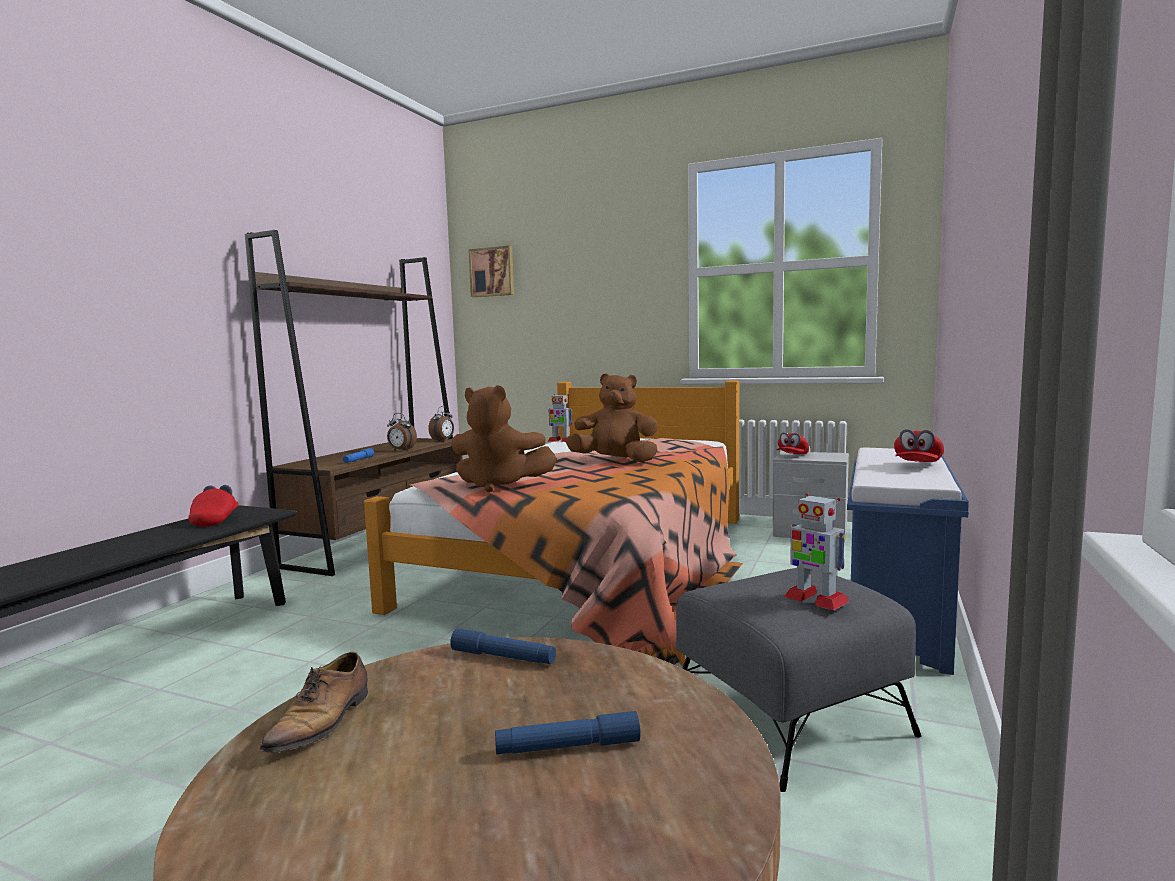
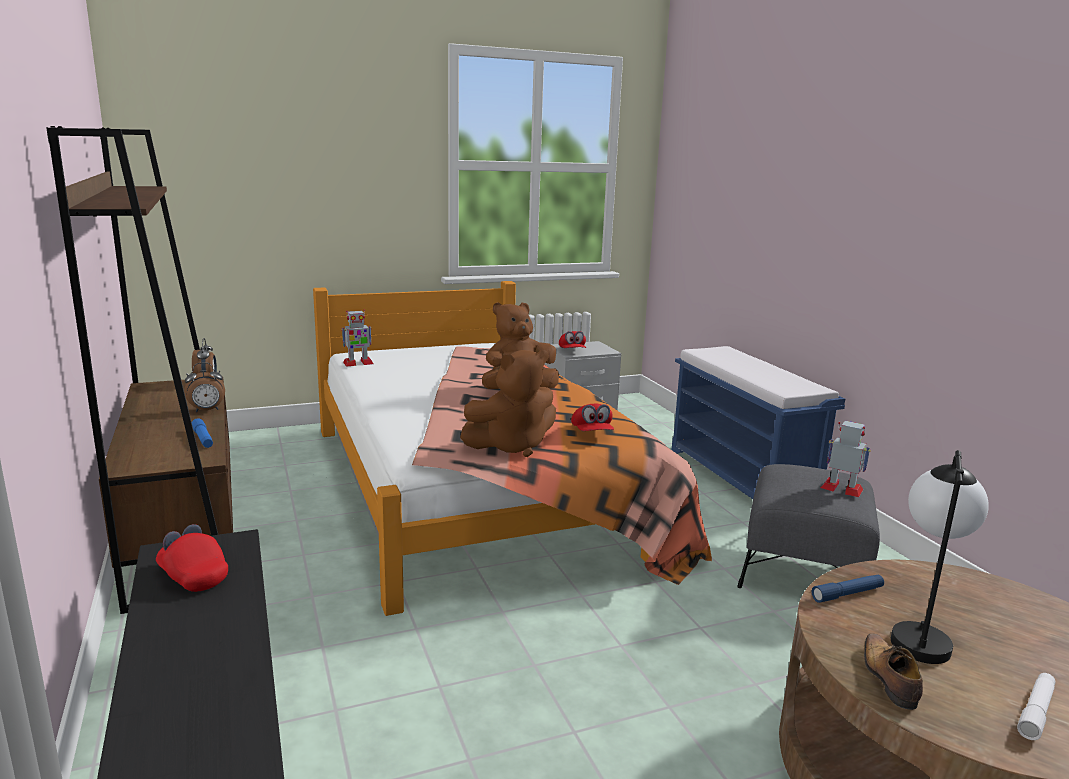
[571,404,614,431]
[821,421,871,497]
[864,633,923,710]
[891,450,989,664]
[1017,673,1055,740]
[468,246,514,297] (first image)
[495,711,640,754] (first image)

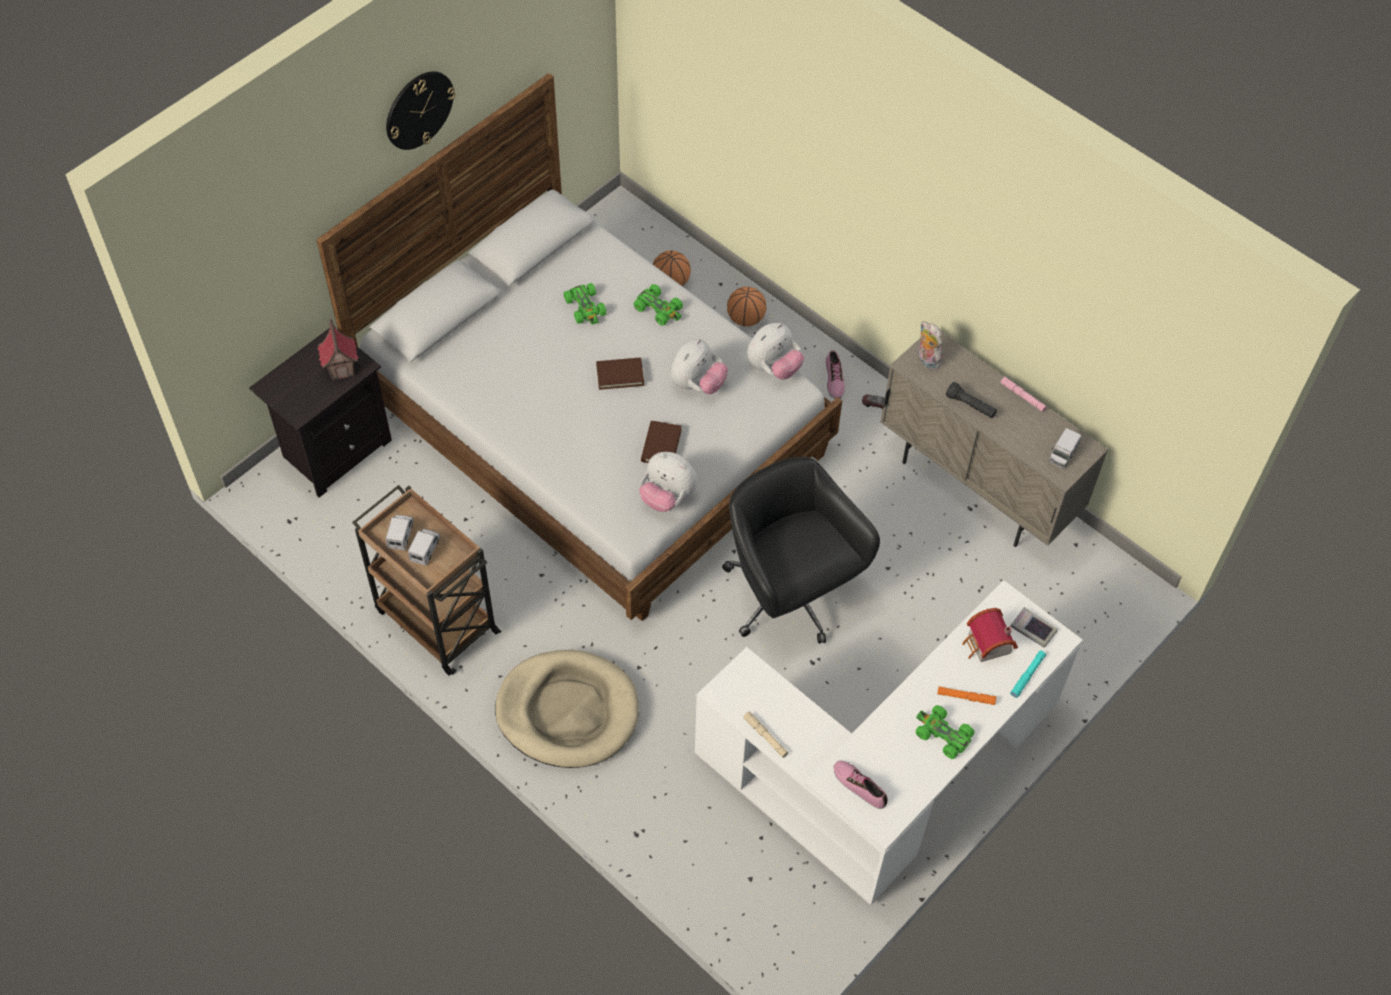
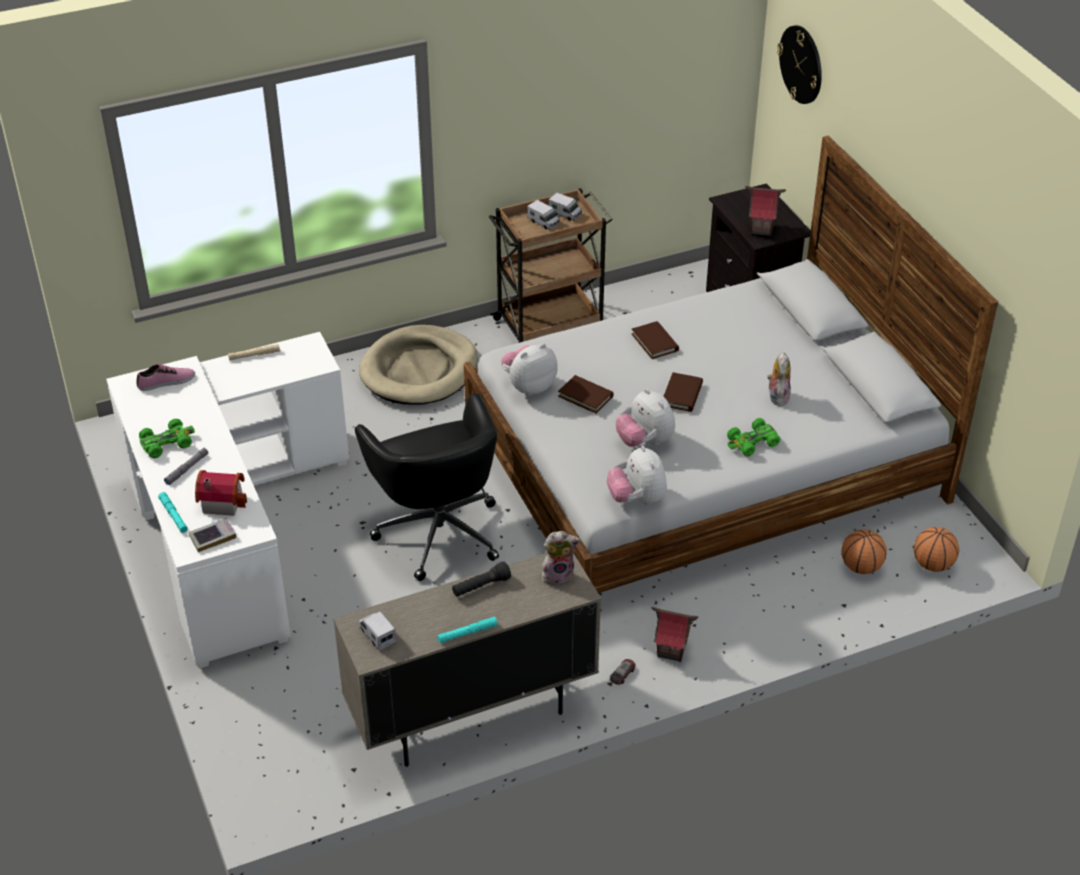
[164,448,208,485]
[355,393,499,581]
[437,617,498,643]
[632,321,679,359]
[651,607,698,662]
[767,352,791,406]
[777,25,822,104]
[913,527,959,572]

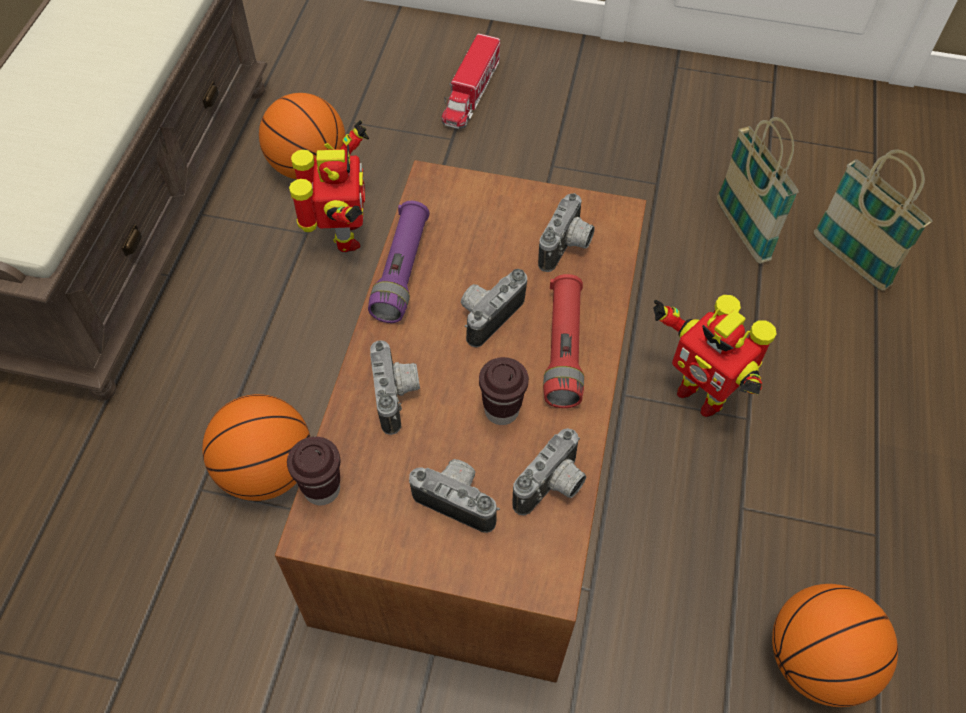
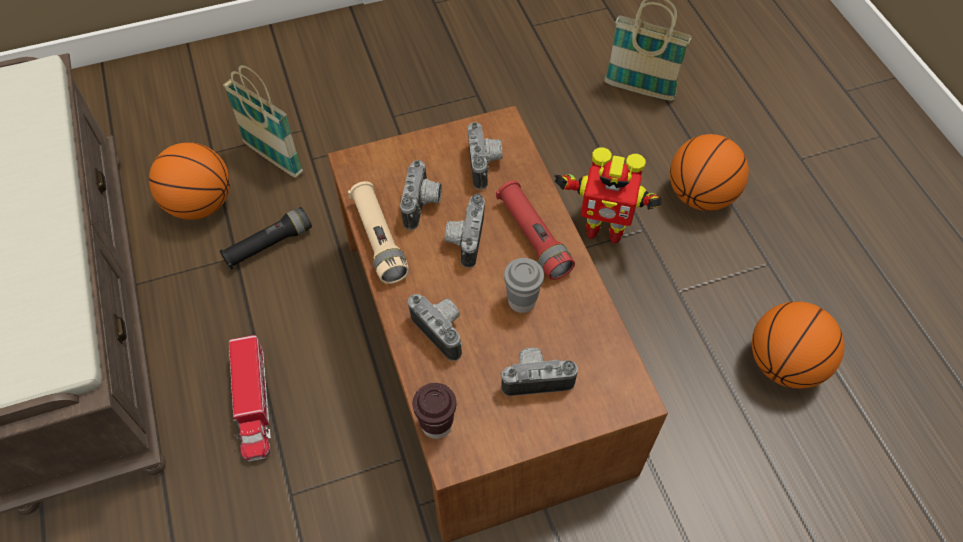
[220,207,312,270]
[223,65,303,178]
[229,335,271,461]
[348,181,409,284]
[400,160,442,230]
[504,258,544,313]
[670,134,749,211]

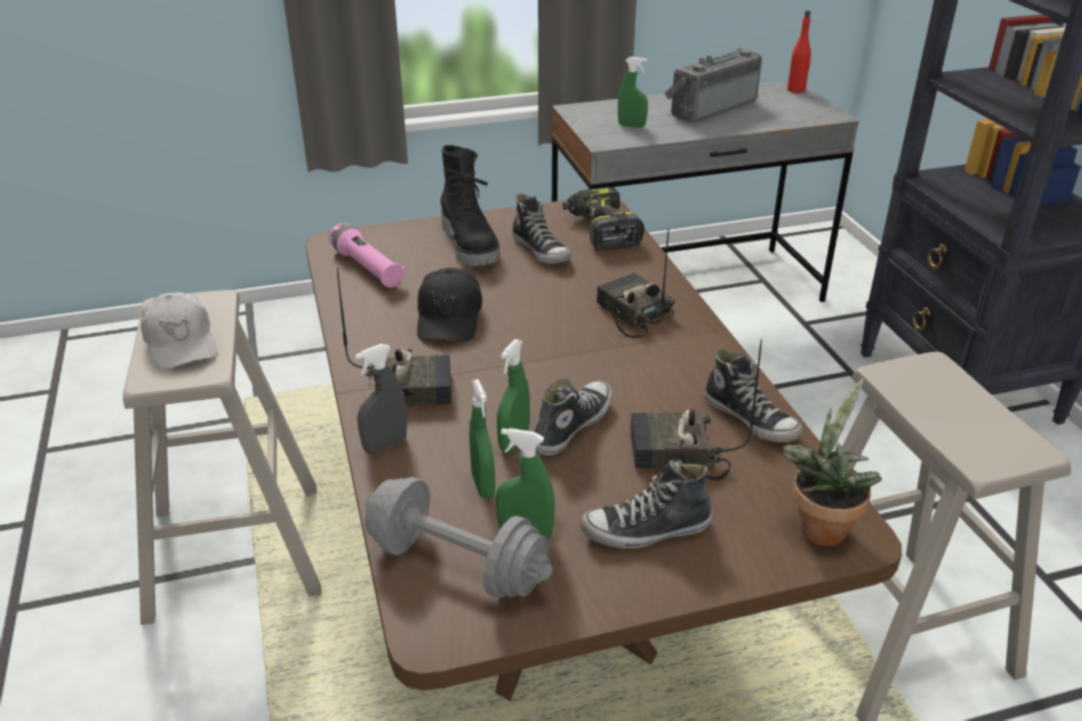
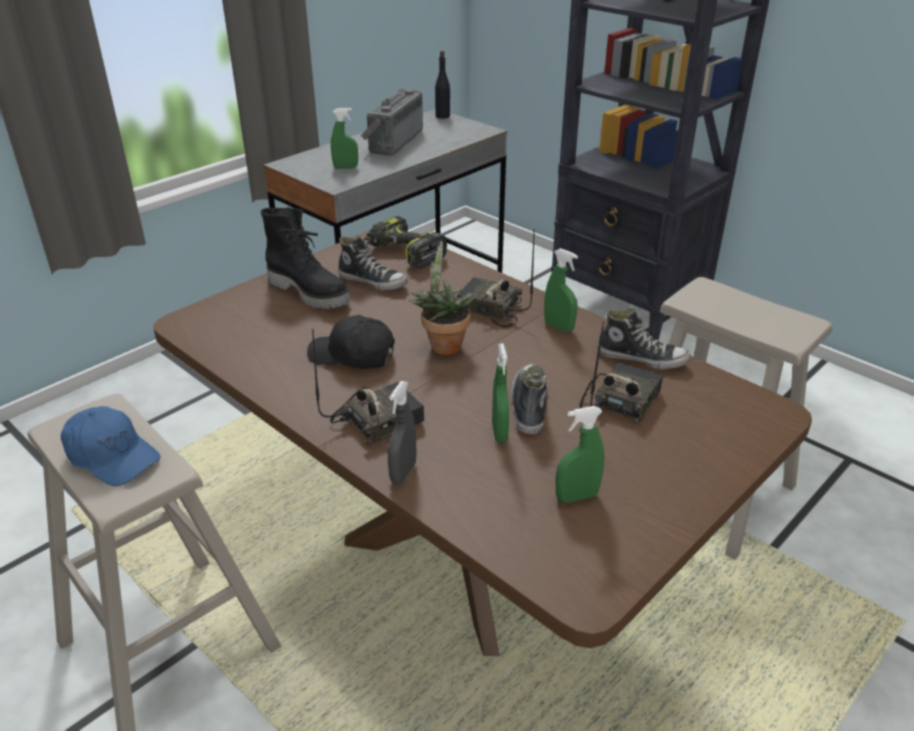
[61,406,161,486]
[307,315,395,369]
[409,241,474,355]
[435,51,451,119]
[544,248,578,332]
[579,321,663,424]
[329,223,405,287] (first image)
[365,477,553,598] (first image)
[580,460,712,549] (first image)

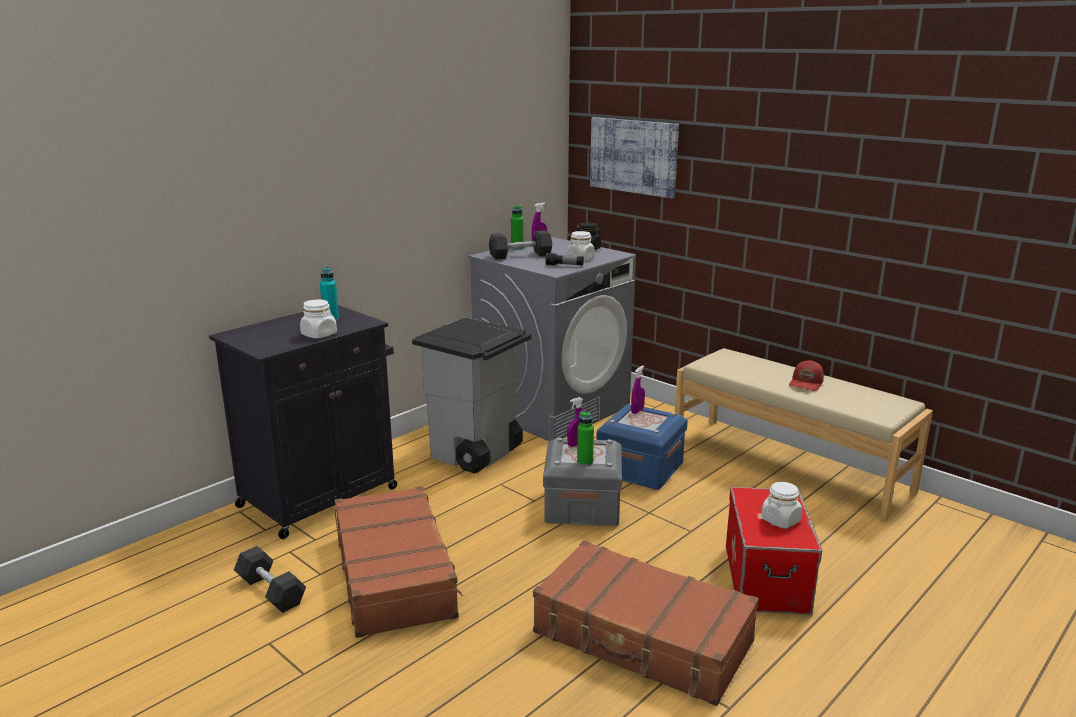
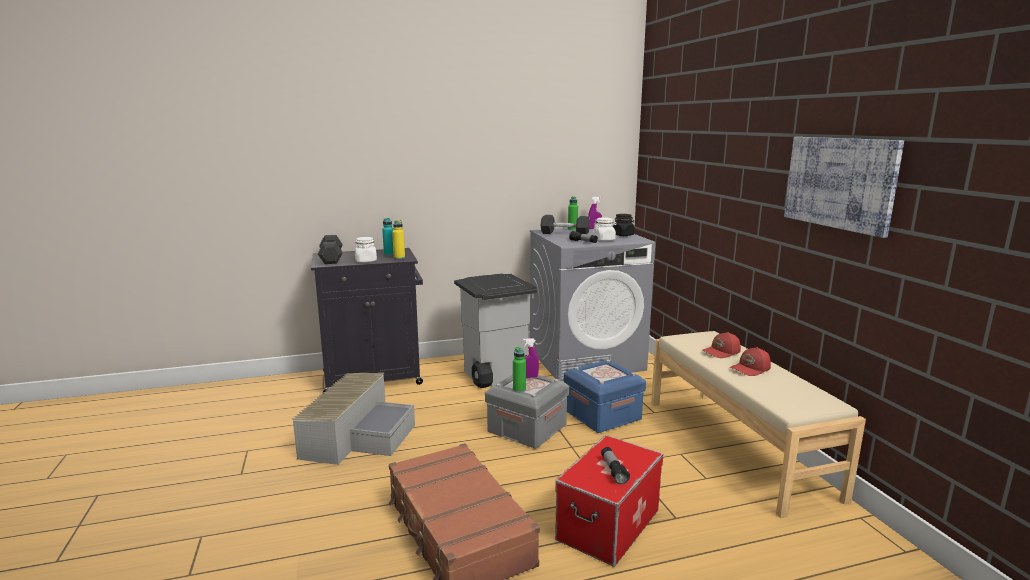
[292,373,415,465]
[318,235,343,264]
[392,220,405,259]
[601,447,630,484]
[703,332,741,358]
[784,137,904,238]
[631,366,645,414] (first image)

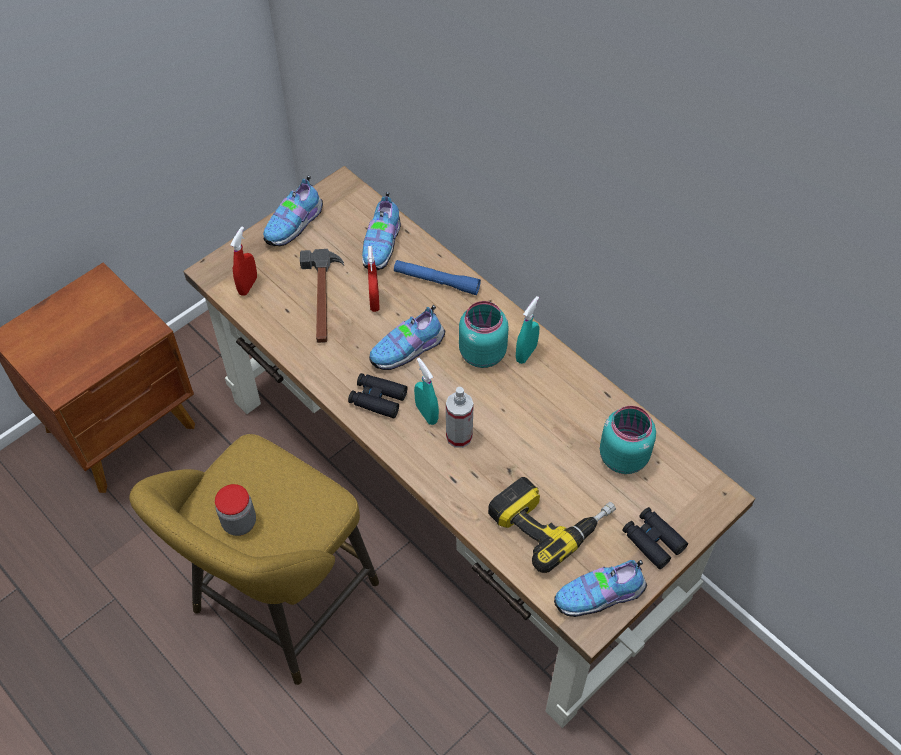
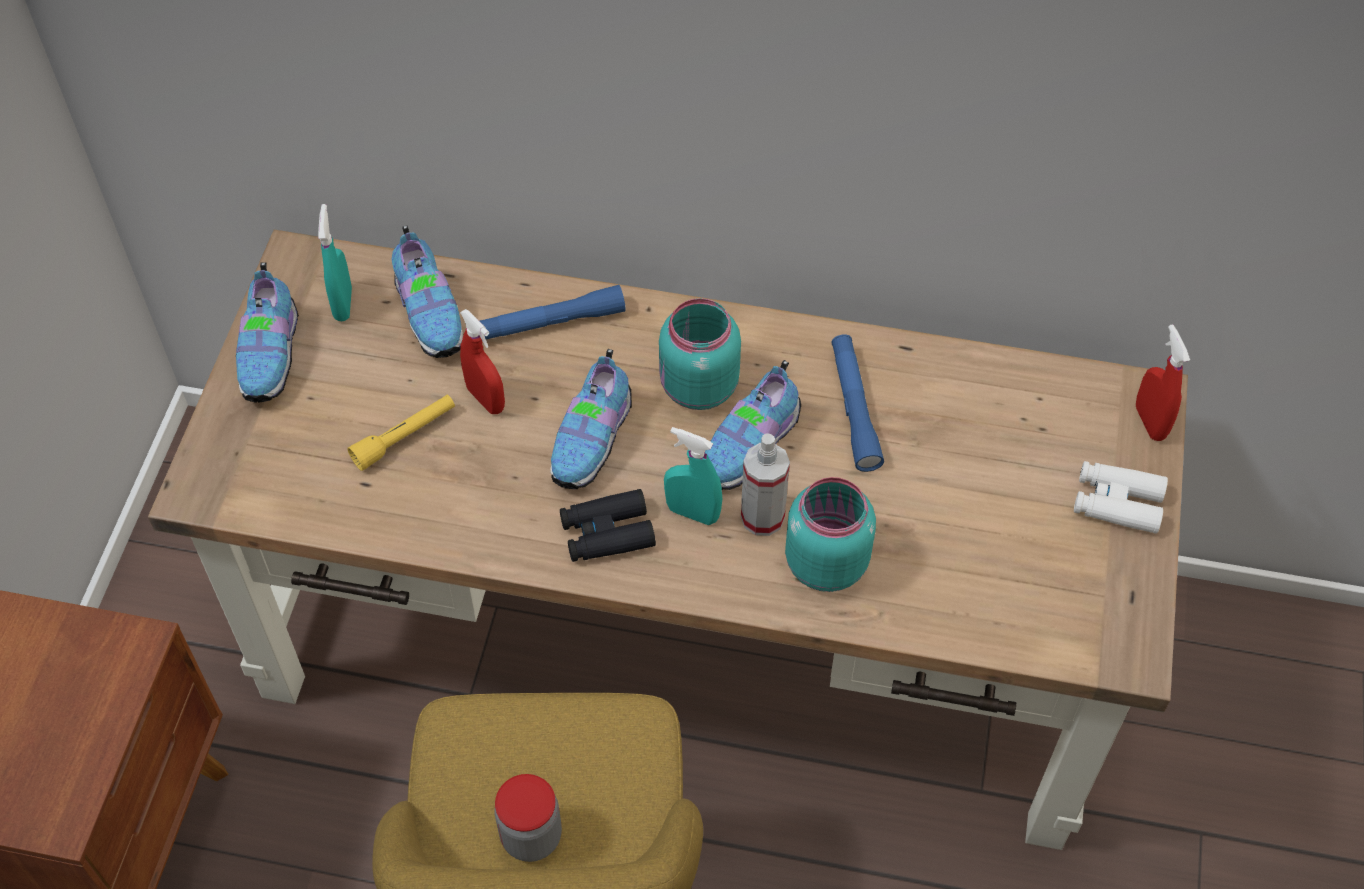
[318,204,352,321]
[347,395,455,471]
[705,360,801,490]
[785,477,876,592]
[832,335,884,472]
[1074,461,1168,534]
[1136,324,1190,441]
[488,477,616,573] (first image)

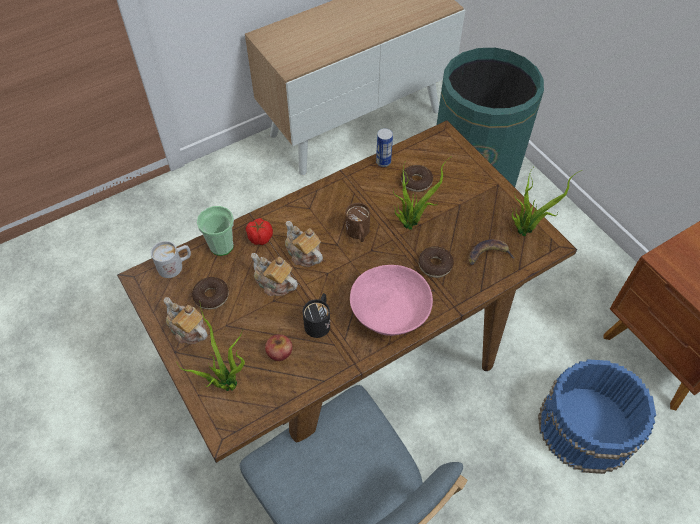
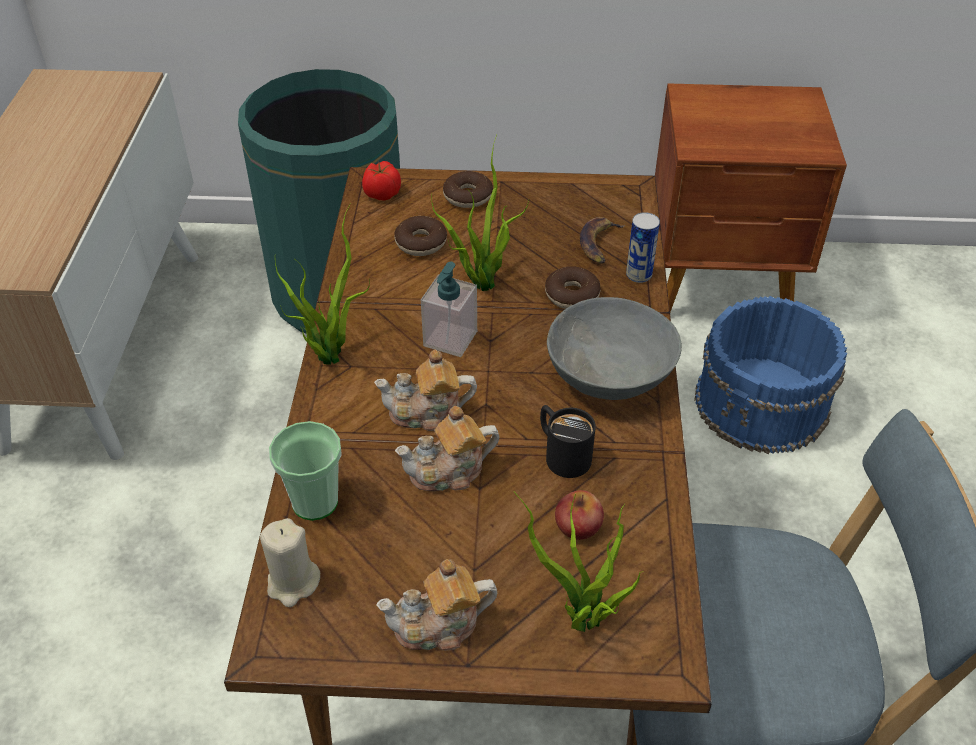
[260,518,320,607]
[275,203,370,365]
[362,161,401,200]
[421,262,477,357]
[443,171,493,208]
[547,297,682,400]
[626,212,660,283]

